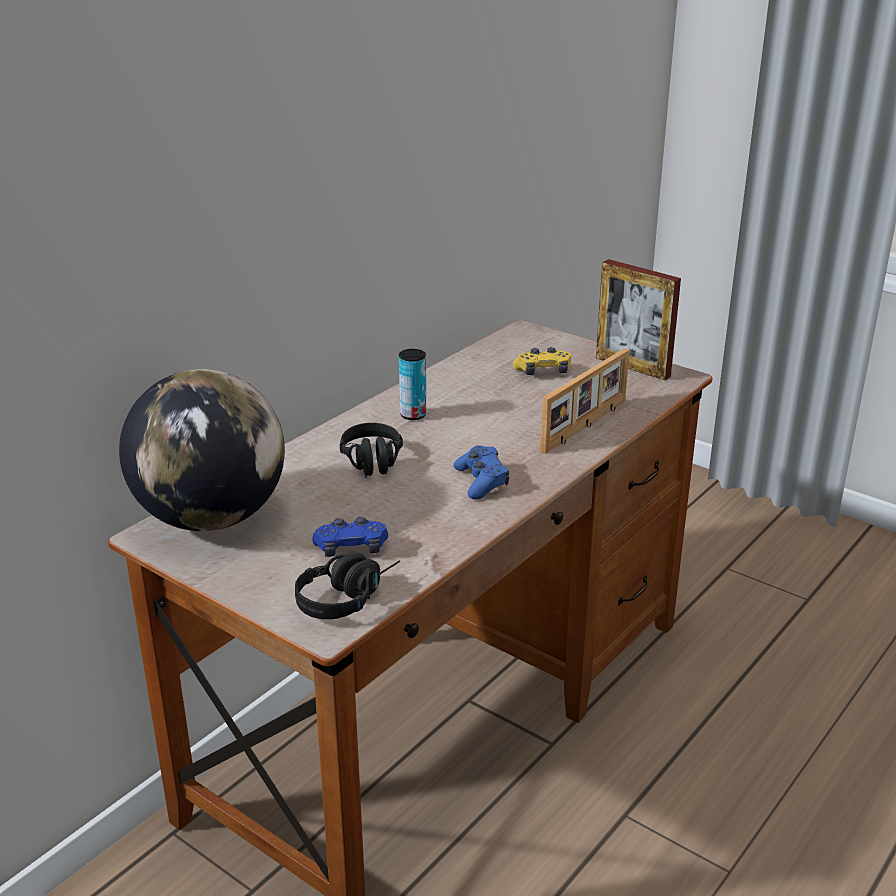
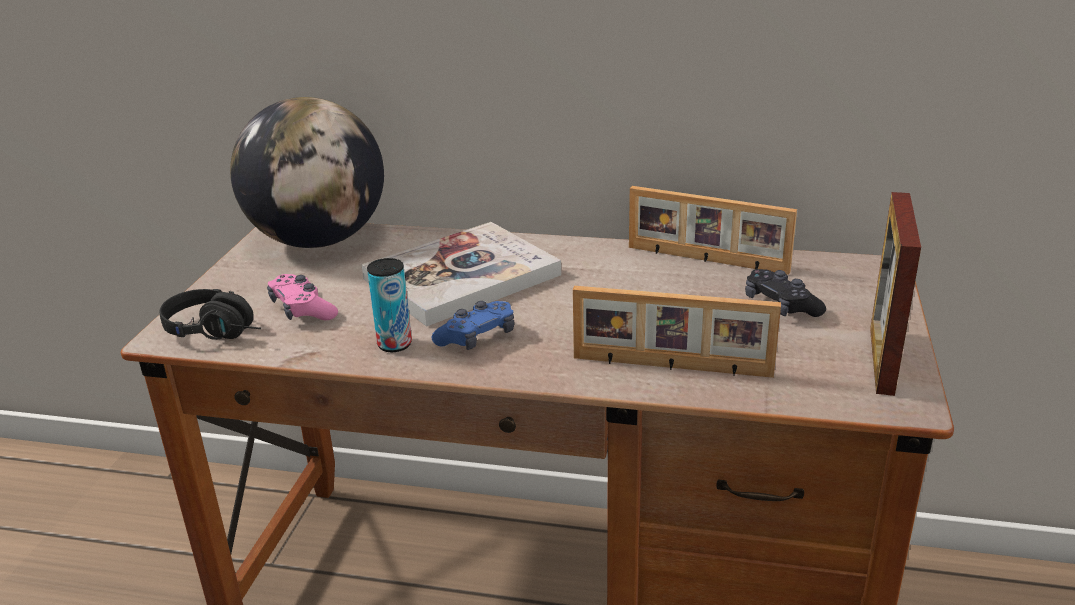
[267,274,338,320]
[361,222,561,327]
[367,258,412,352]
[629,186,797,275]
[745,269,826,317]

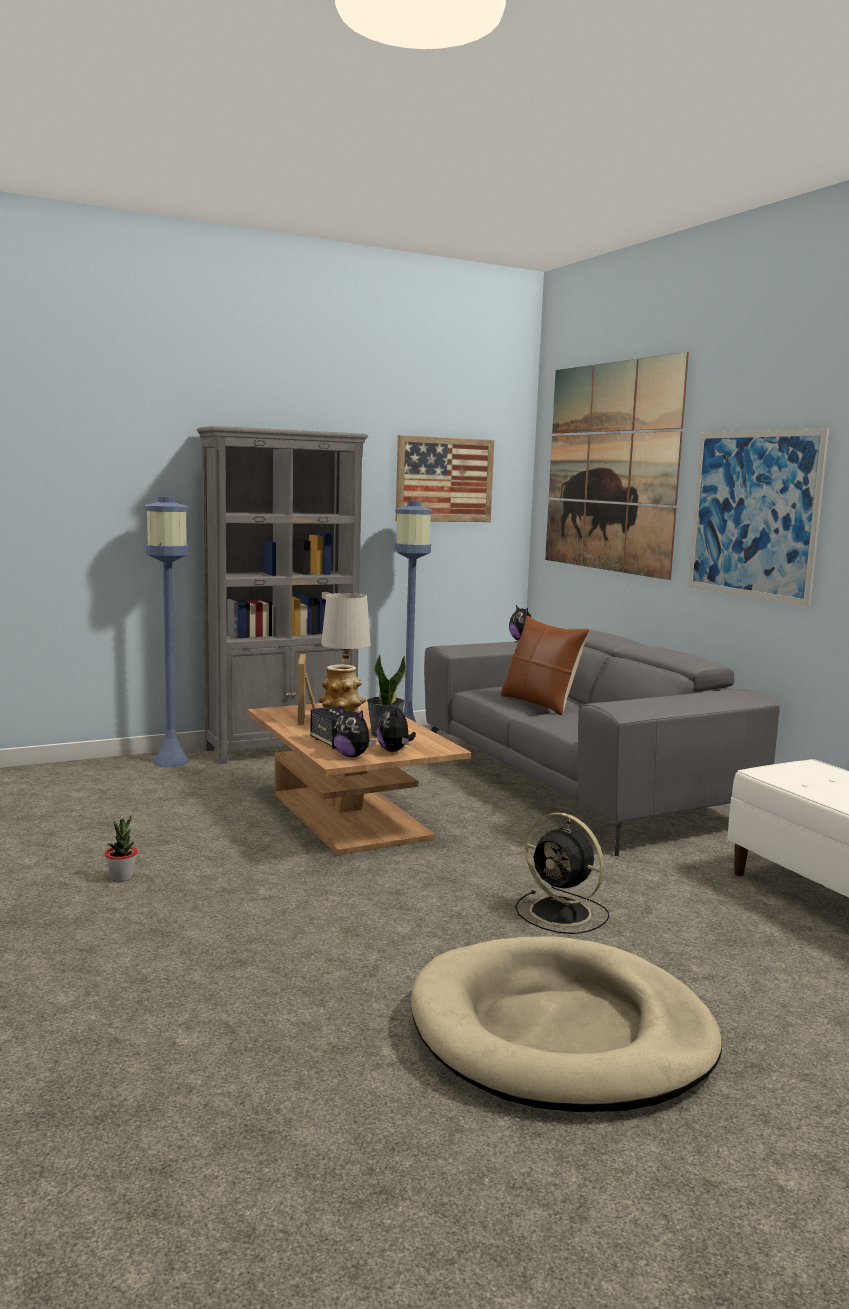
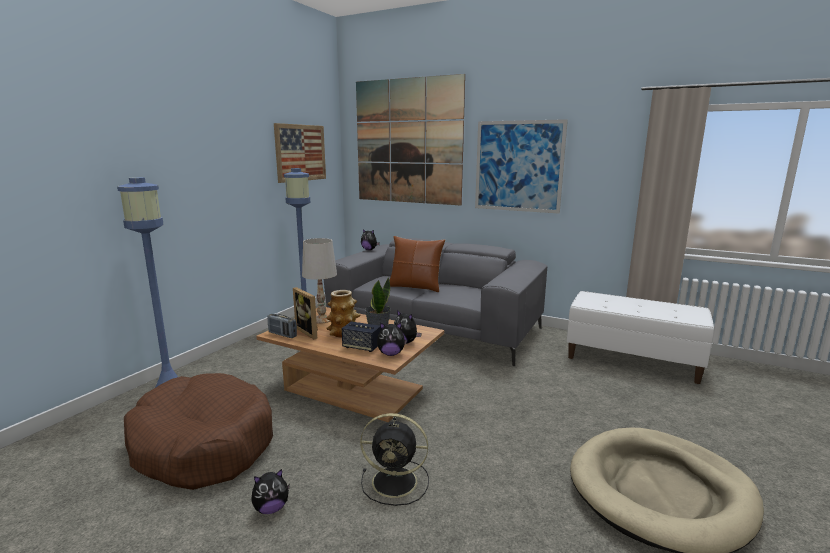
[124,373,273,490]
[251,469,290,514]
[268,314,297,338]
[360,413,429,506]
[196,426,368,764] (first image)

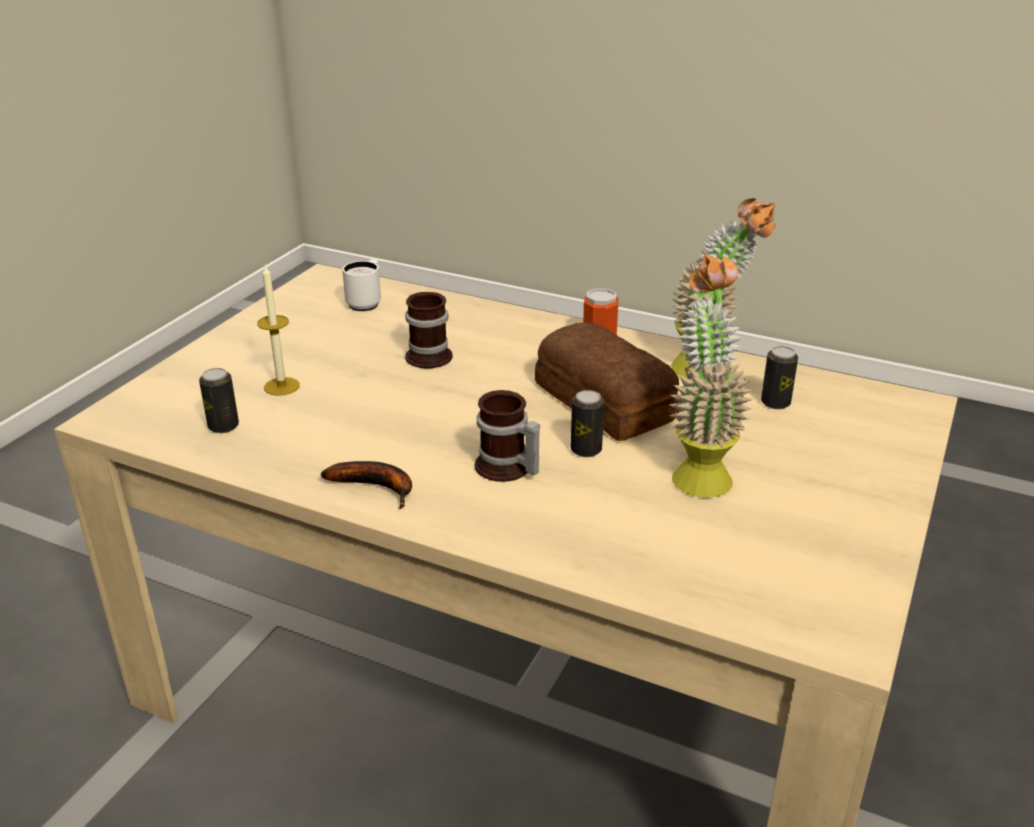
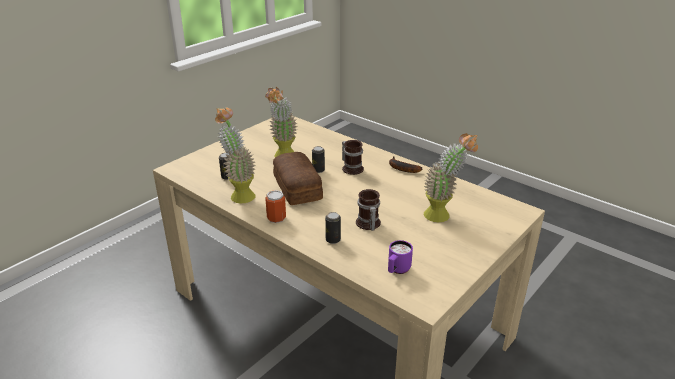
[325,212,341,244]
[388,240,413,274]
[424,133,478,222]

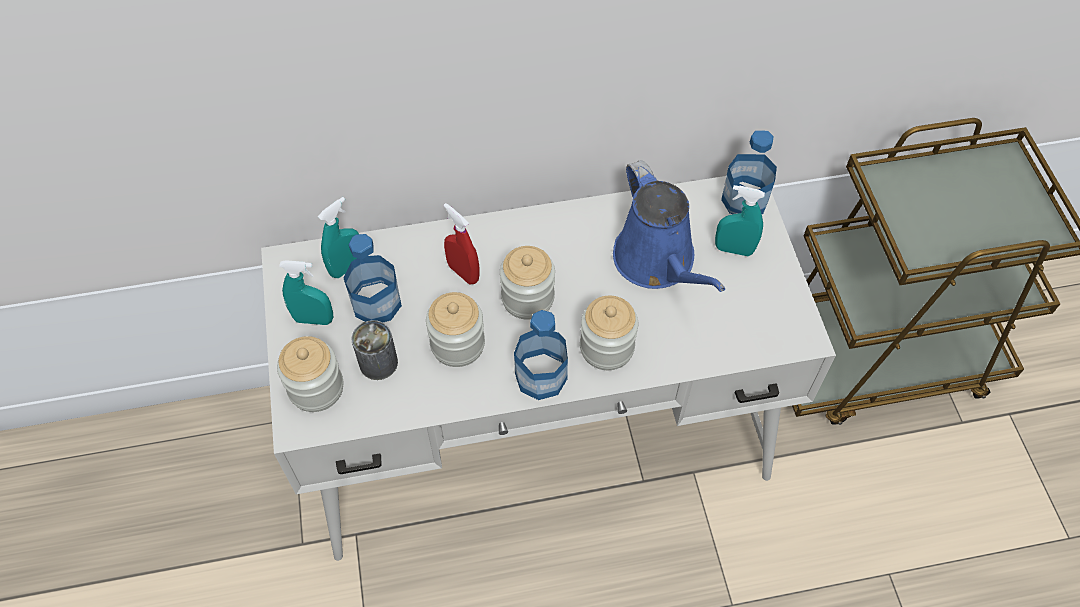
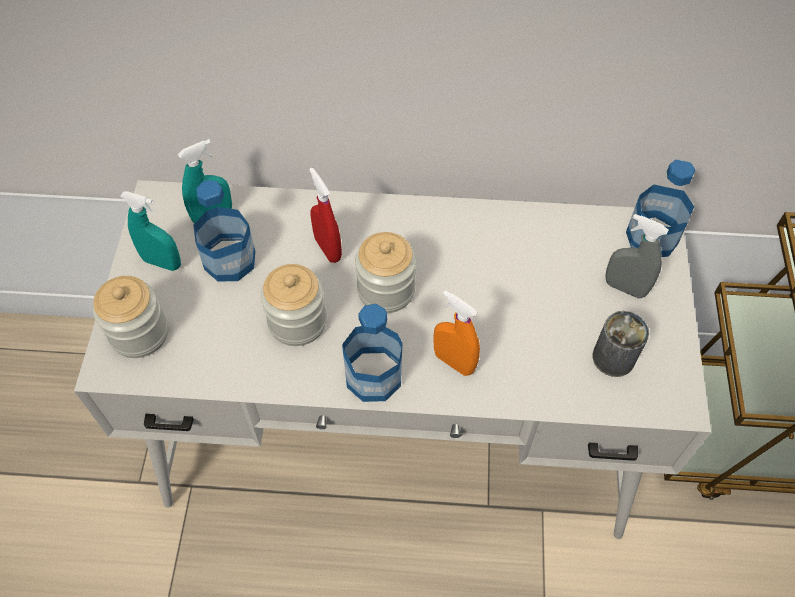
[433,290,480,376]
[593,311,649,377]
[605,214,668,299]
[613,160,725,292] (first image)

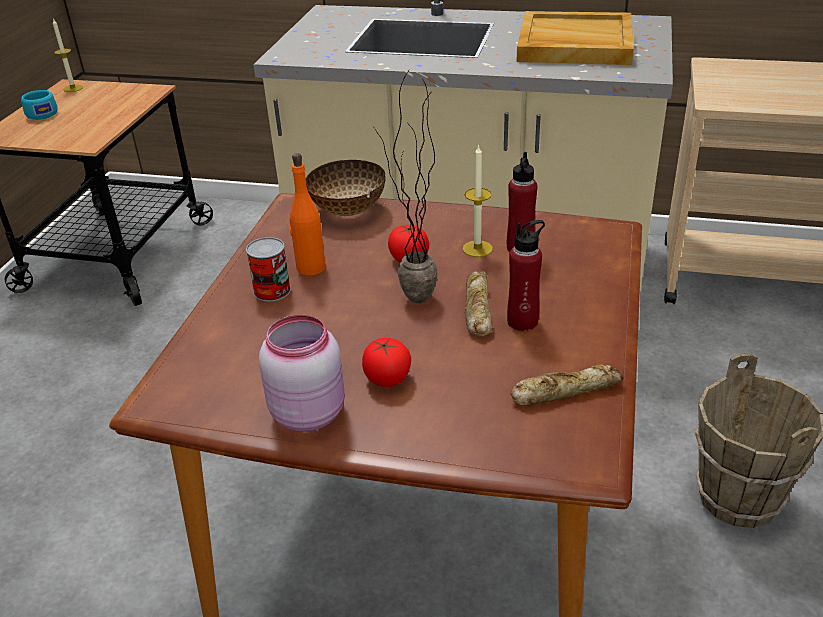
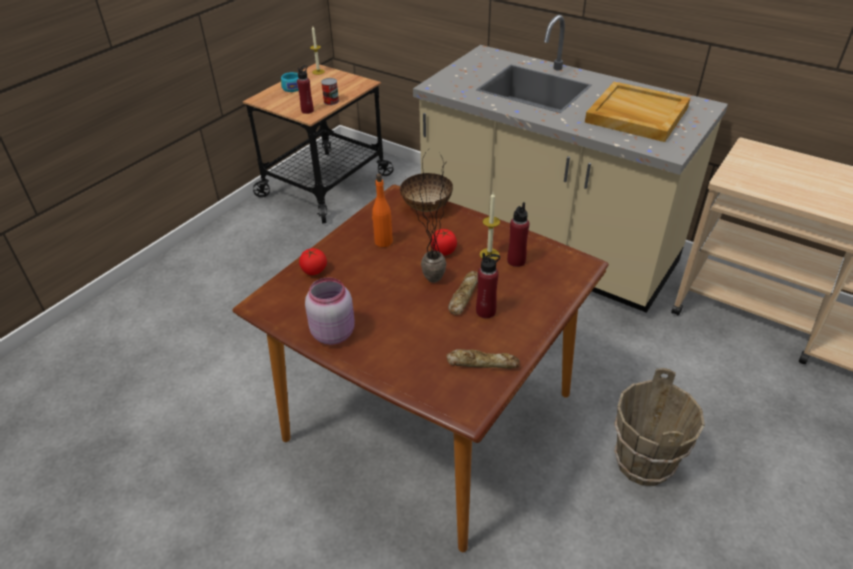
[297,65,314,114]
[299,248,327,275]
[321,78,339,105]

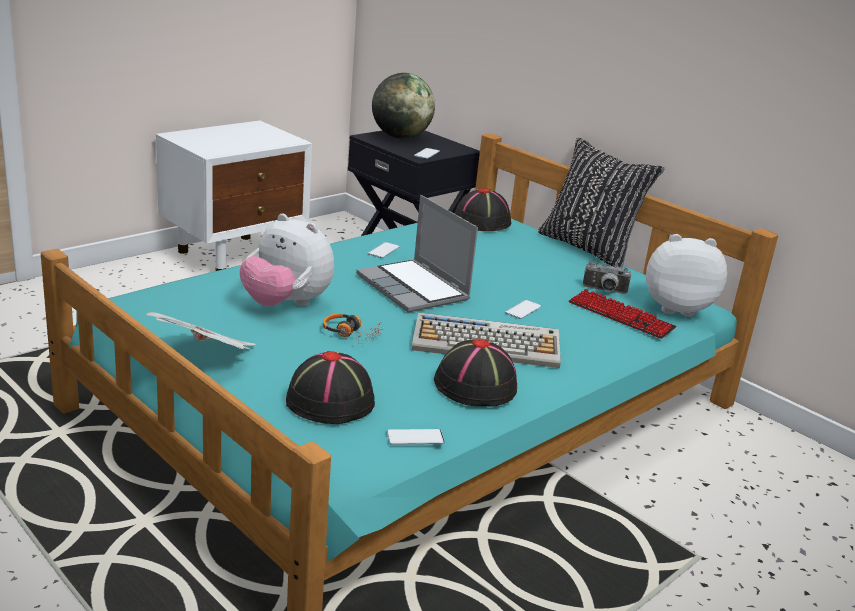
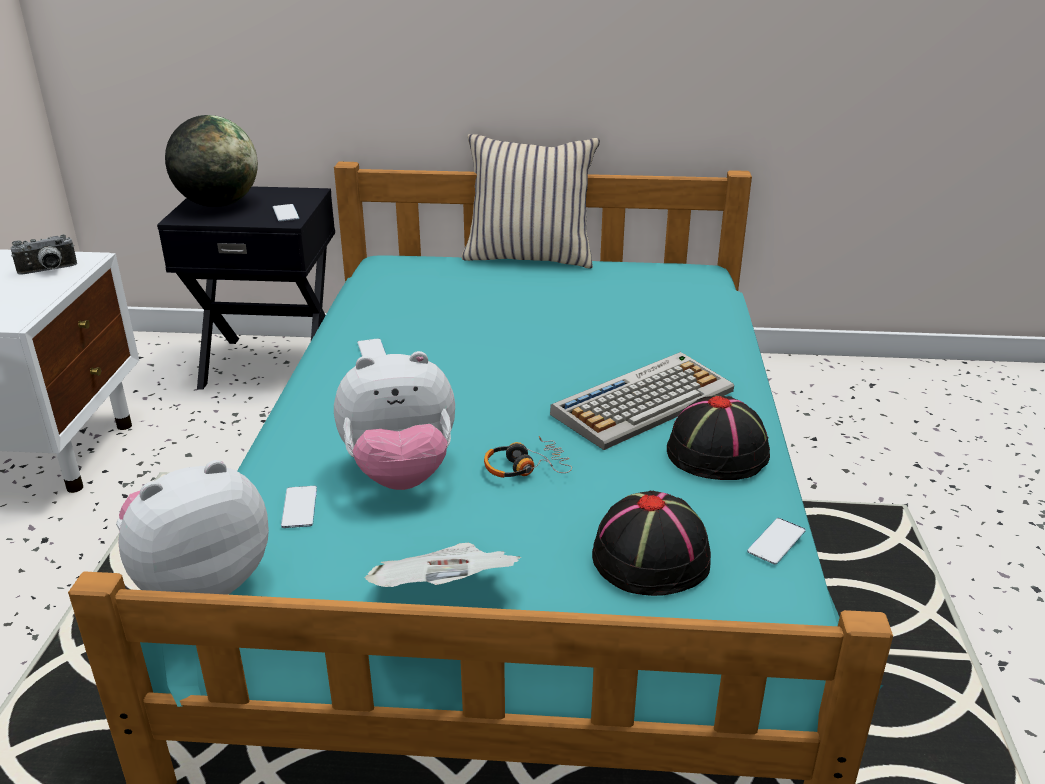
[10,234,77,275]
[116,460,269,595]
[281,486,317,528]
[462,134,600,269]
[356,195,478,313] (first image)
[455,188,511,231] (first image)
[569,289,677,339] (first image)

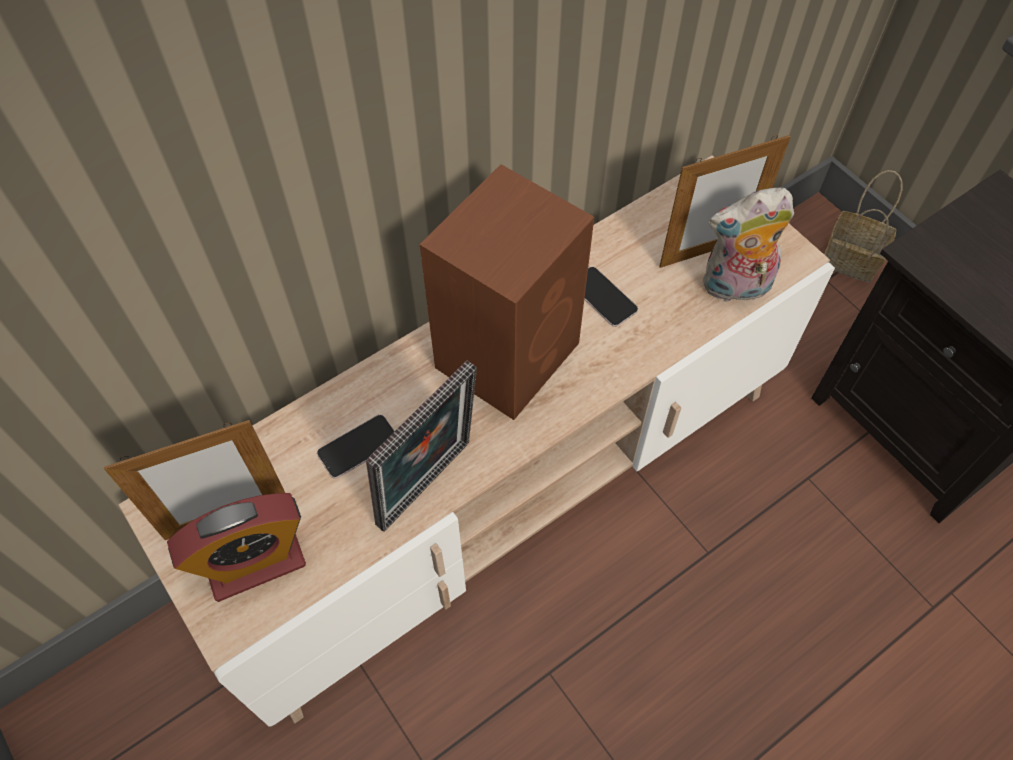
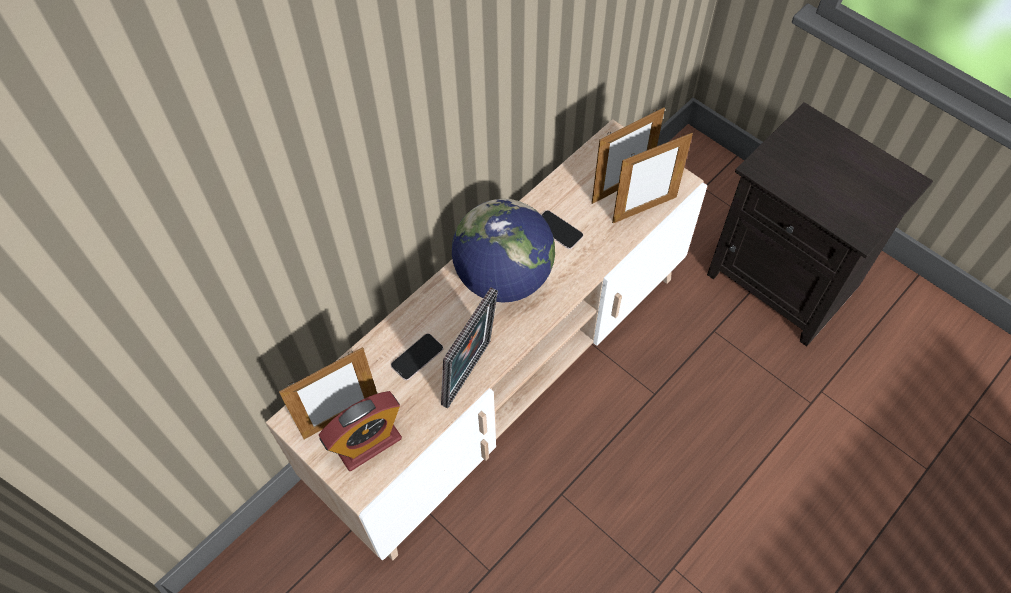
[452,199,555,303]
[612,133,693,223]
[824,170,903,283] (first image)

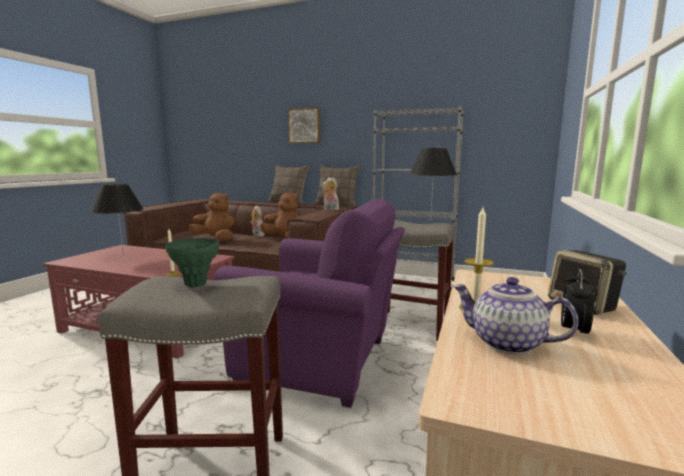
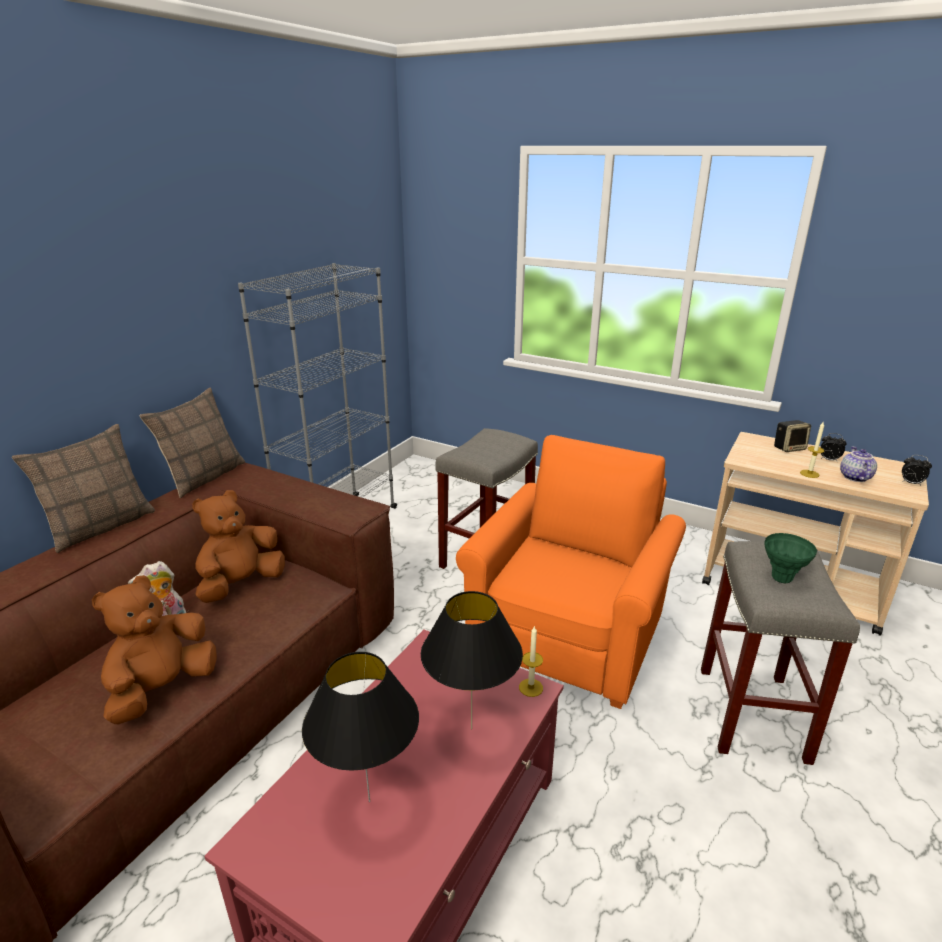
[421,591,523,729]
[456,435,686,709]
[840,446,877,482]
[902,455,932,486]
[288,107,320,144] (first image)
[321,177,339,210] (first image)

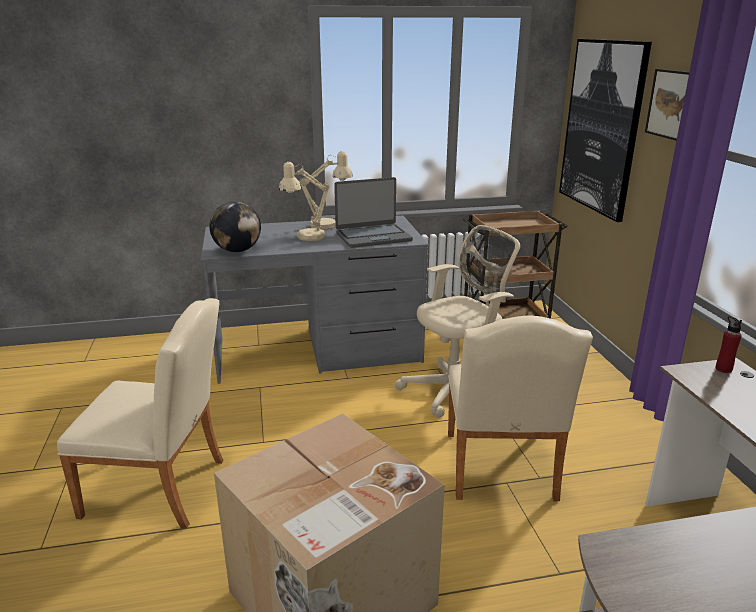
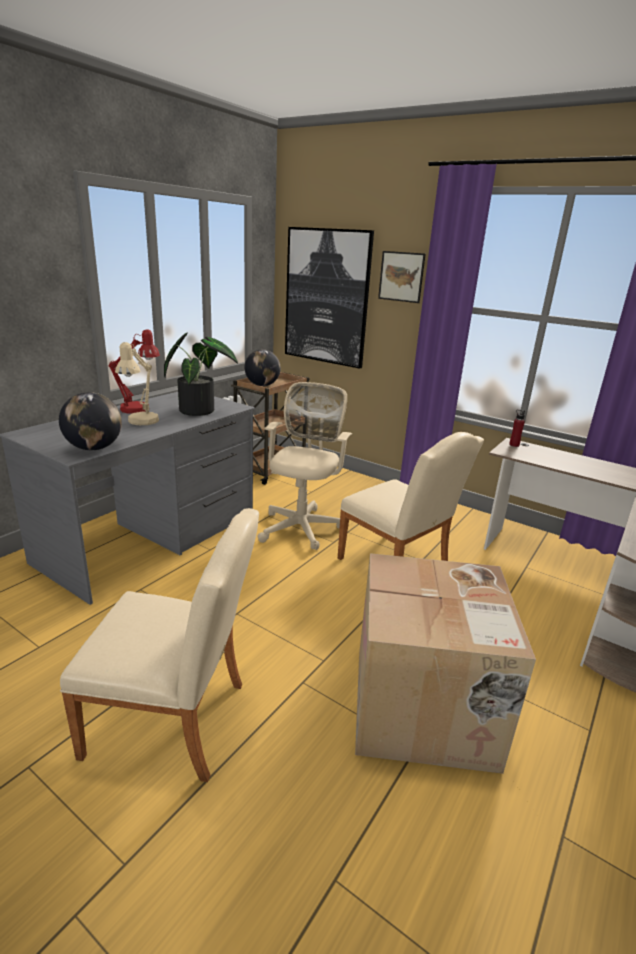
[60,508,259,782]
[108,329,160,414]
[164,333,238,416]
[244,349,281,386]

